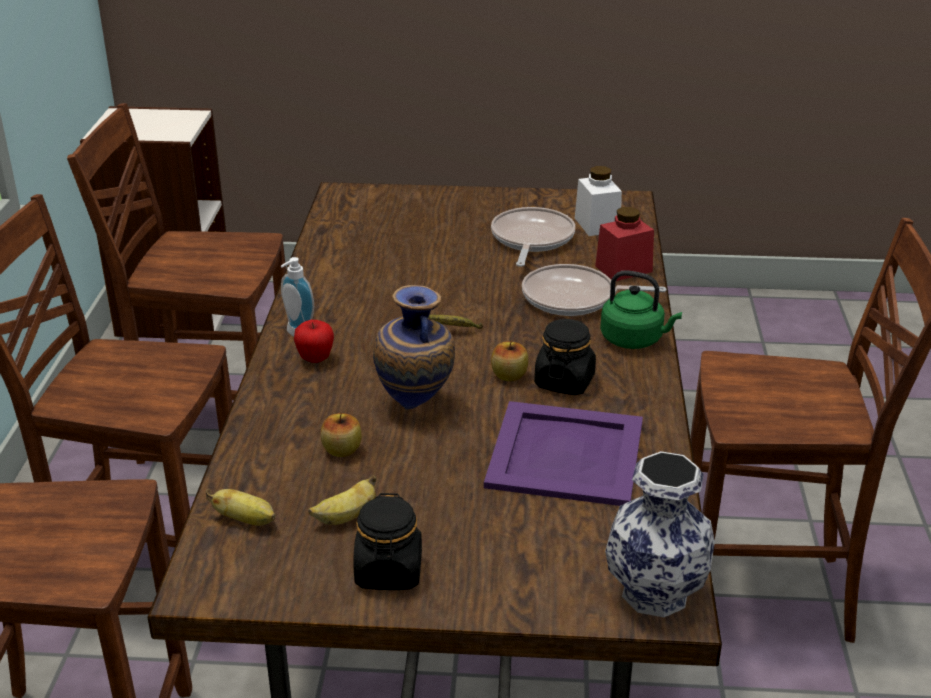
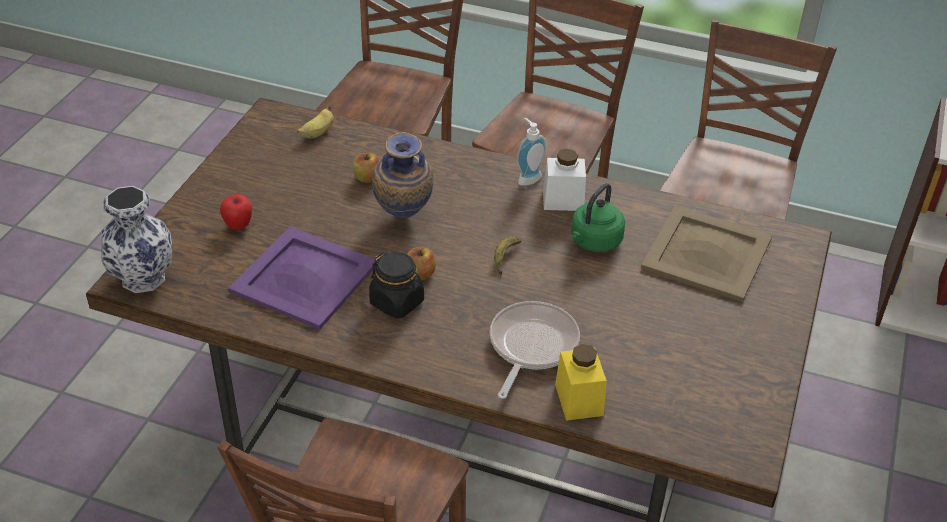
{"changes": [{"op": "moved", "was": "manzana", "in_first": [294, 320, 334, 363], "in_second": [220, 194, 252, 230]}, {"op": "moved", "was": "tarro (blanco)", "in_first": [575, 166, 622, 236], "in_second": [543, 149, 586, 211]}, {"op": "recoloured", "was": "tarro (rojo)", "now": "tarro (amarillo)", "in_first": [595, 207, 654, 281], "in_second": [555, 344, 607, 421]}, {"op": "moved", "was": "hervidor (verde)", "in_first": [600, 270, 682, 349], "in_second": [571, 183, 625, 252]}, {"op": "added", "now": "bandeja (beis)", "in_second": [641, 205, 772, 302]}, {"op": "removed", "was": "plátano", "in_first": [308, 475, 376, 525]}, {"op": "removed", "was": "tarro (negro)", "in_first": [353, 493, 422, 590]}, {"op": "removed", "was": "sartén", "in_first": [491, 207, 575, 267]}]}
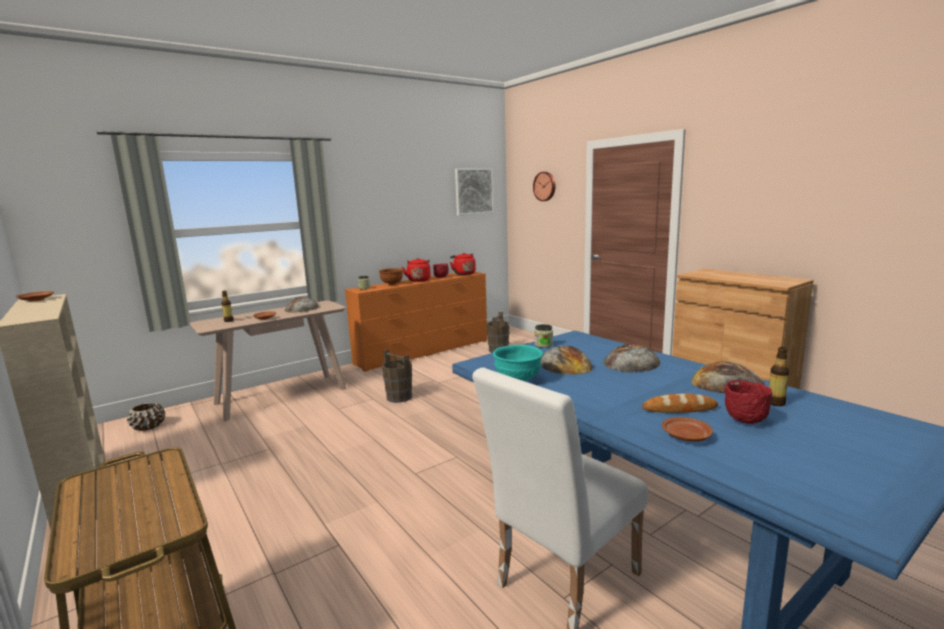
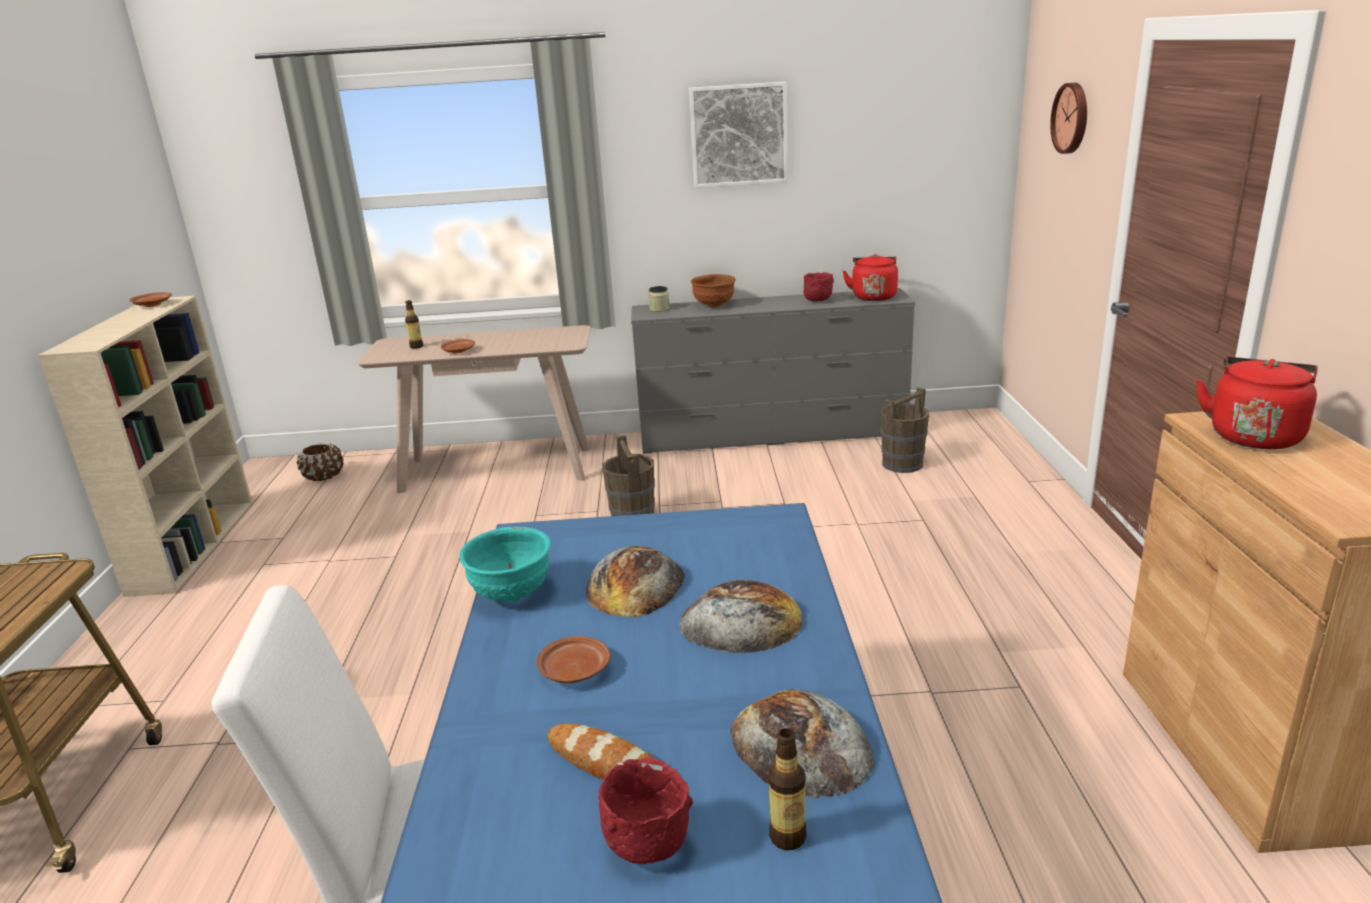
{"changes": [{"op": "moved", "was": "plato (marrón)", "in_first": [662, 417, 713, 442], "in_second": [536, 636, 610, 683]}, {"op": "recoloured", "was": "cómoda (naranja)", "now": "cómoda (gris)", "in_first": [345, 272, 487, 372], "in_second": [631, 288, 915, 454]}, {"op": "moved", "was": "cuadro", "in_first": [455, 168, 494, 215], "in_second": [689, 82, 788, 188]}, {"op": "moved", "was": "hervidor (rojo)", "in_first": [402, 258, 431, 282], "in_second": [1196, 357, 1318, 449]}, {"op": "removed", "was": "pan", "in_first": [285, 297, 319, 313]}, {"op": "removed", "was": "tarro", "in_first": [534, 324, 553, 348]}]}
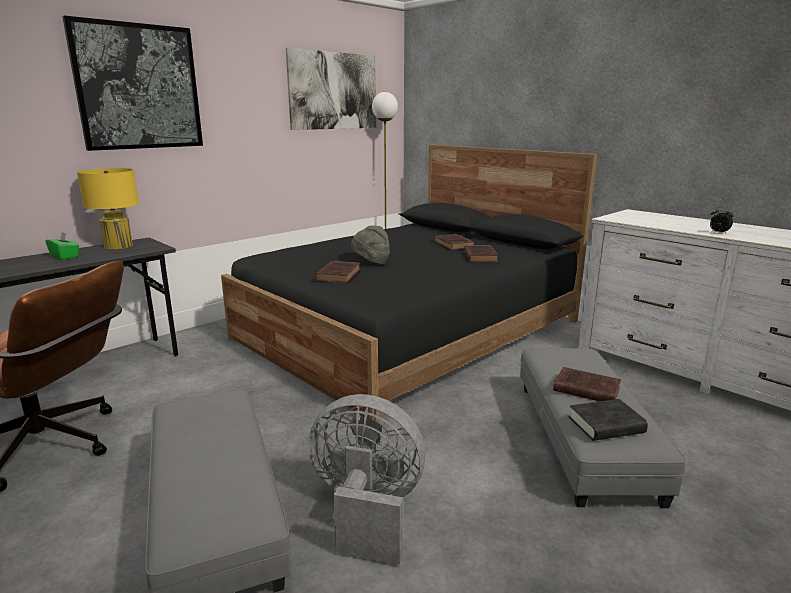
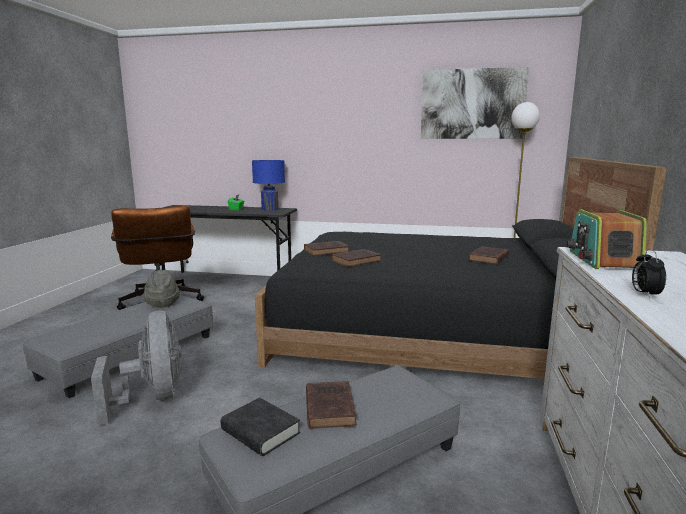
{"changes": [{"op": "moved", "was": "sombrero (gris)", "in_first": [351, 226, 390, 264], "in_second": [144, 270, 180, 308]}, {"op": "recoloured", "was": "lámpara de mesa (amarillo)", "now": "lámpara de mesa (azul)", "in_first": [77, 168, 139, 249], "in_second": [252, 160, 285, 211]}, {"op": "moved", "was": "libro (marrón)", "in_first": [464, 245, 498, 262], "in_second": [331, 249, 381, 267]}, {"op": "added", "now": "radio", "in_second": [566, 209, 647, 269]}, {"op": "removed", "was": "cuadro", "in_first": [62, 15, 203, 151]}]}
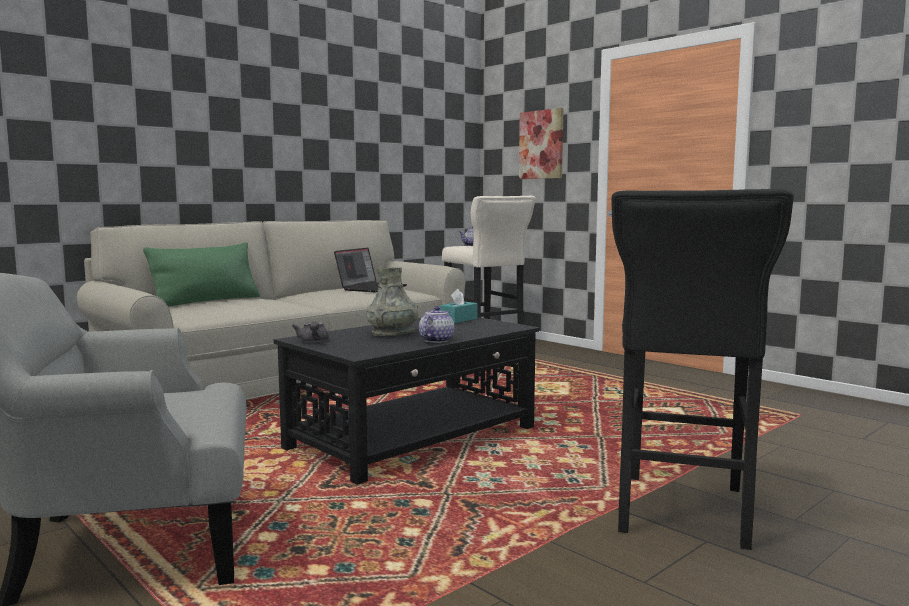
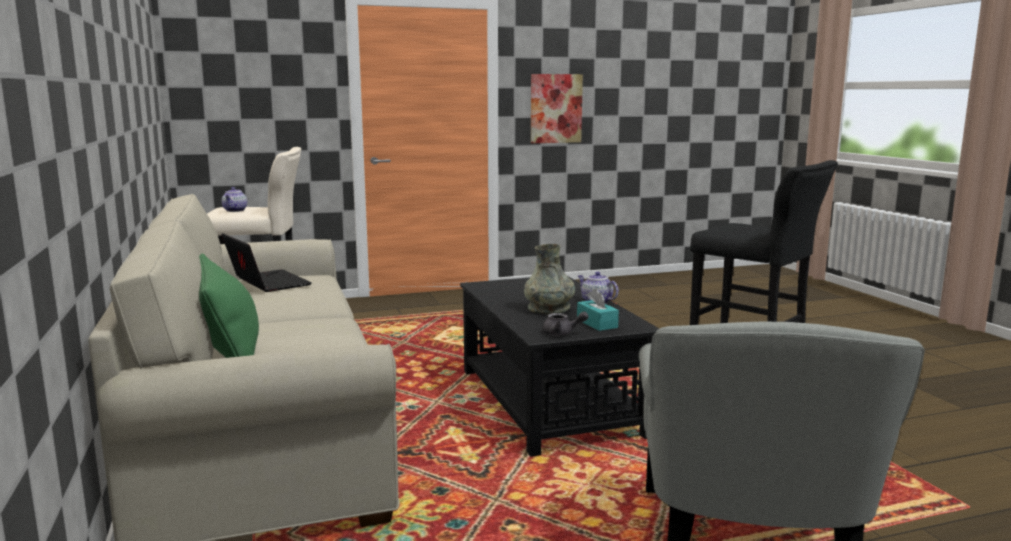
{"changes": [{"op": "moved", "was": "cuadro", "in_first": [519, 108, 564, 179], "in_second": [531, 74, 583, 143]}, {"op": "moved", "was": "caja de pañuelos (turquesa)", "in_first": [440, 289, 478, 323], "in_second": [577, 289, 619, 331]}]}
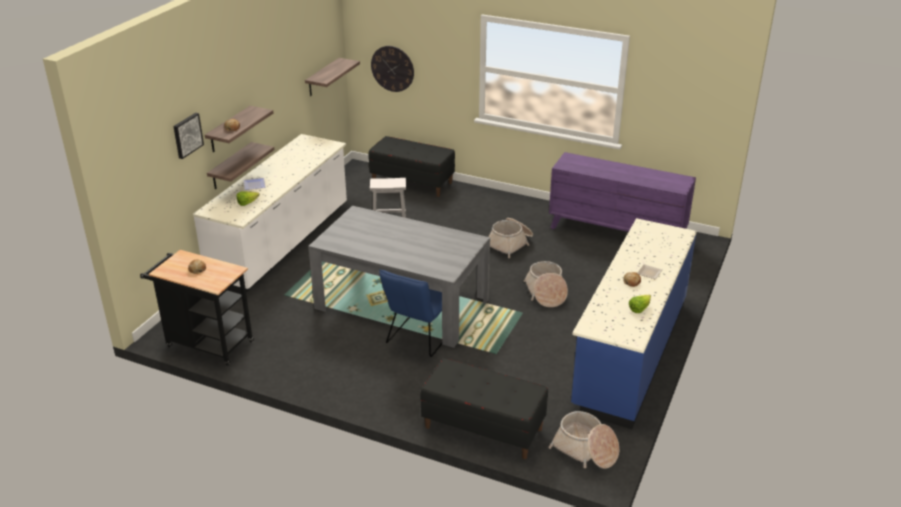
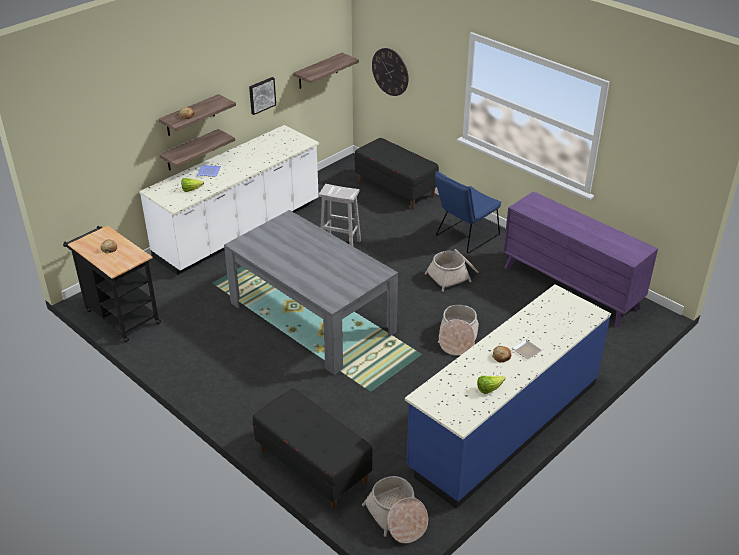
{"changes": [{"op": "moved", "was": "cuadro", "in_first": [173, 113, 204, 159], "in_second": [249, 77, 276, 115]}, {"op": "moved", "was": "silla (azul)", "in_first": [379, 269, 442, 357], "in_second": [435, 171, 502, 253]}]}
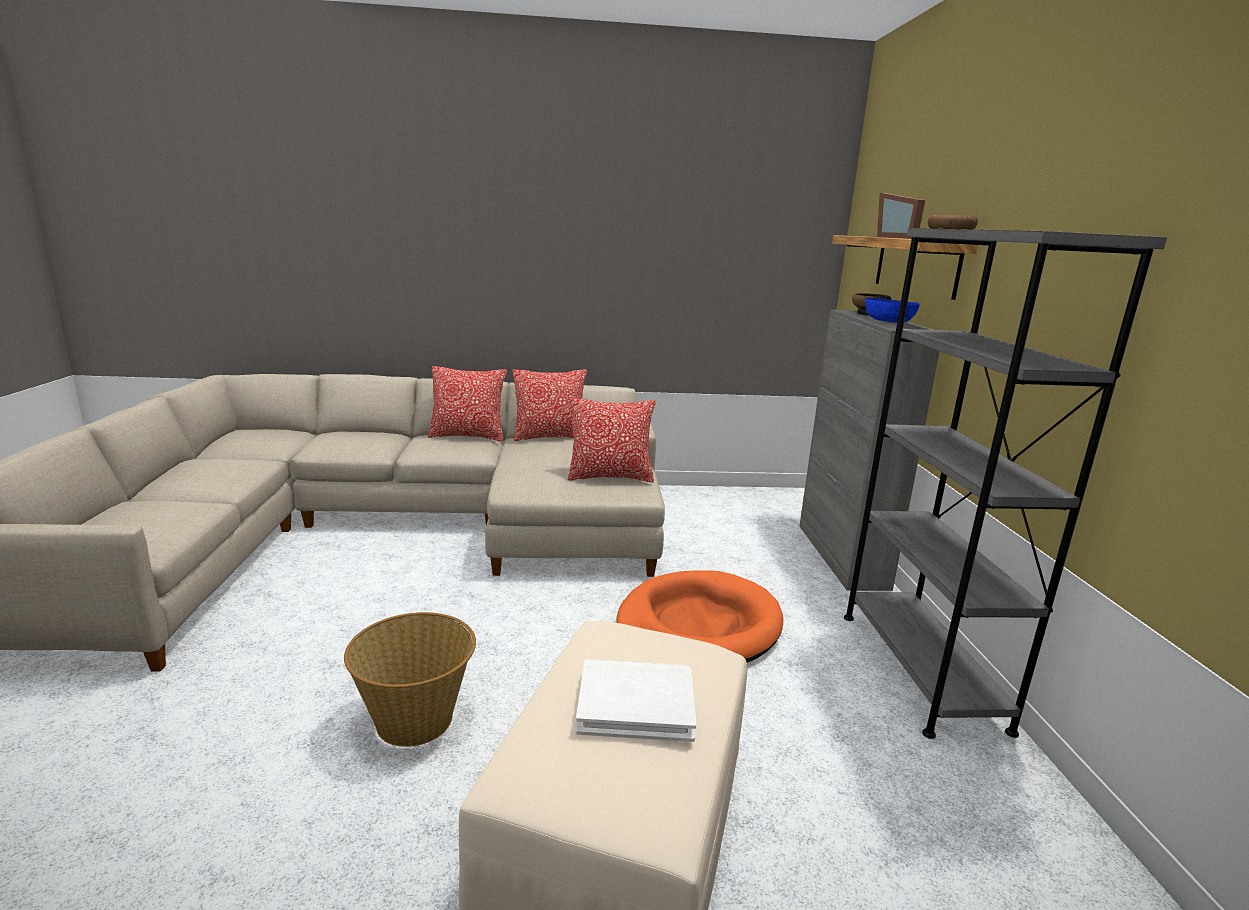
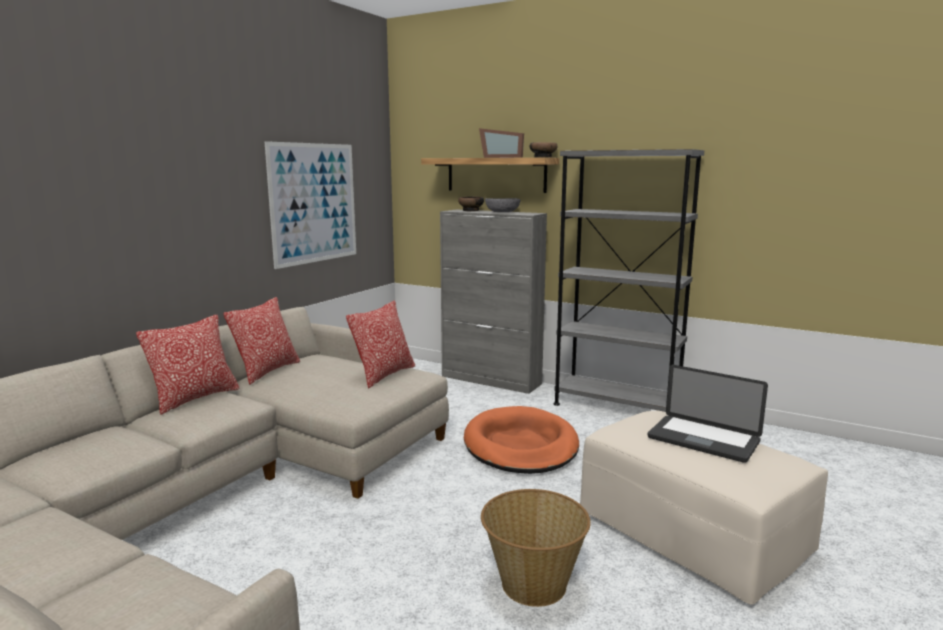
{"changes": [{"op": "added", "now": "cuadro", "in_second": [265, 141, 356, 269]}, {"op": "recoloured", "was": "cuenco (azul)", "now": "cuenco (gris)", "in_first": [865, 298, 920, 323], "in_second": [485, 198, 520, 212]}, {"op": "replaced", "was": "libro (blanco)", "now": "portátil", "in_first": [576, 659, 696, 742], "in_second": [648, 365, 768, 463]}]}
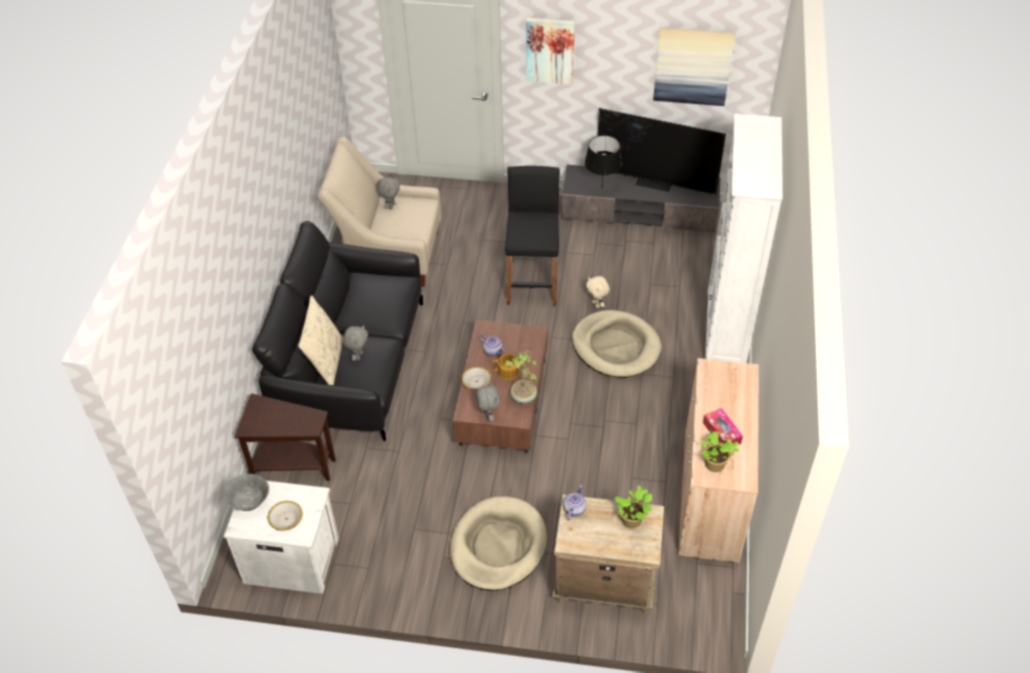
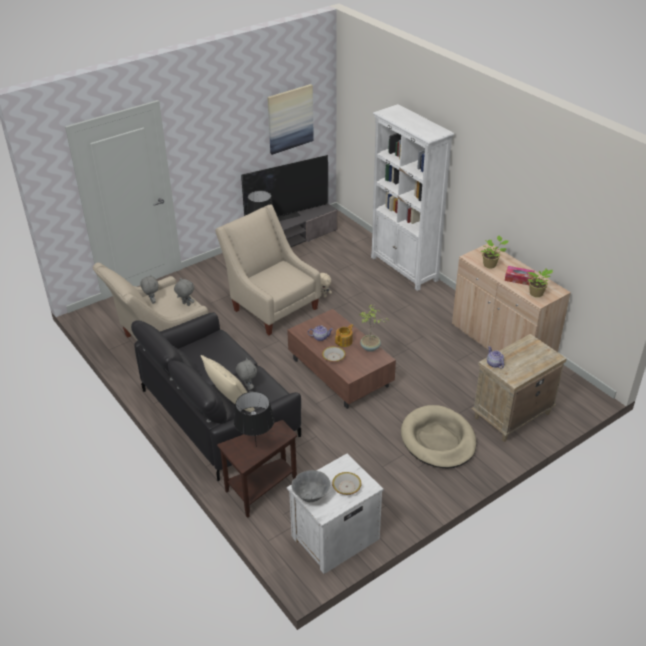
{"changes": [{"op": "moved", "was": "peluche (gris)", "in_first": [475, 382, 500, 421], "in_second": [174, 278, 194, 306]}, {"op": "replaced", "was": "taburete (negro)", "now": "sillón (beis)", "in_first": [505, 166, 560, 306], "in_second": [215, 204, 321, 335]}, {"op": "added", "now": "lámpara de mesa (negro)", "in_second": [234, 391, 275, 447]}, {"op": "moved", "was": "planta en maceta", "in_first": [614, 485, 652, 528], "in_second": [481, 236, 509, 268]}, {"op": "removed", "was": "cuadro", "in_first": [526, 18, 575, 85]}, {"op": "removed", "was": "cama para perro (beis)", "in_first": [572, 310, 662, 377]}]}
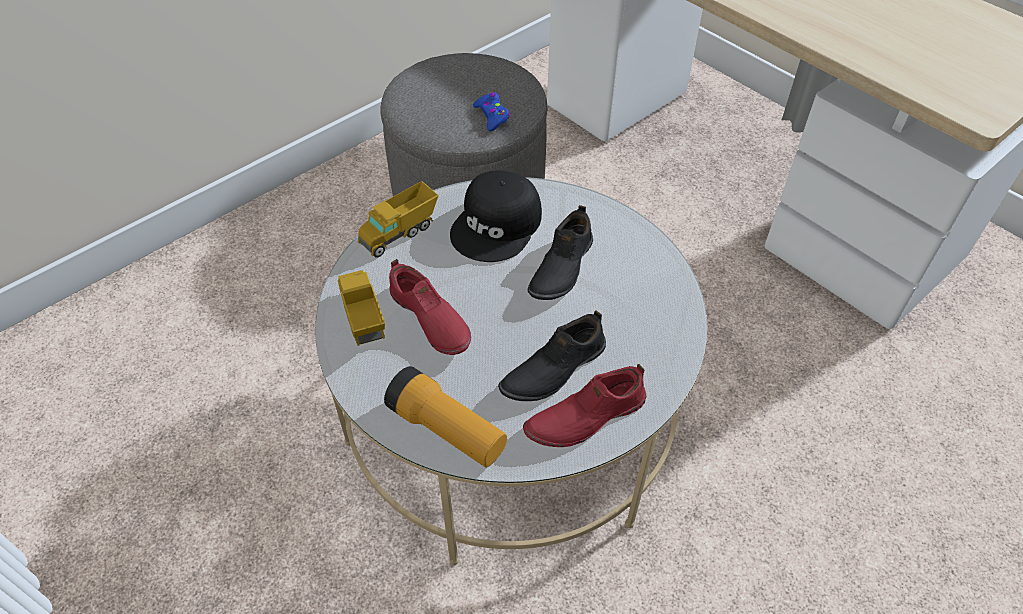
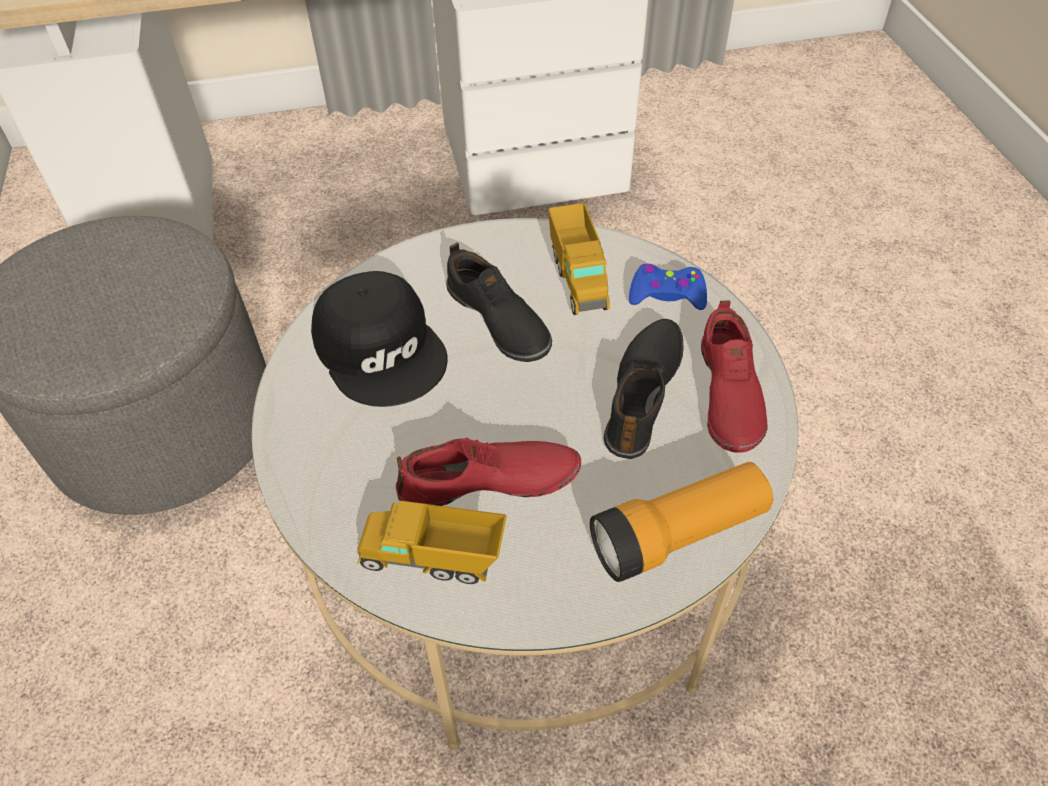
{"changes": [{"op": "moved", "was": "camión de juguete", "in_first": [358, 181, 439, 257], "in_second": [548, 203, 610, 315]}, {"op": "turned", "was": "zapato (negro)", "in_first": [498, 310, 606, 401], "in_second": [604, 319, 683, 459], "clockwise": -150}, {"op": "moved", "was": "mando de consola (azul)", "in_first": [473, 92, 510, 131], "in_second": [629, 264, 707, 310]}]}
